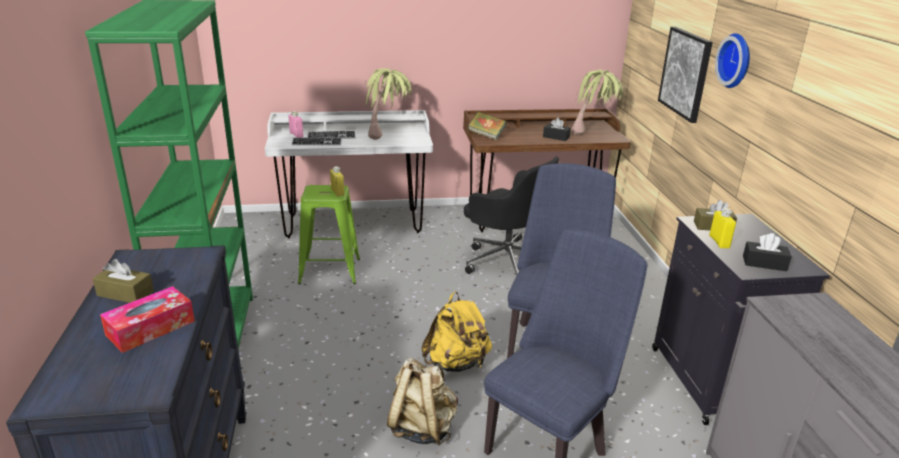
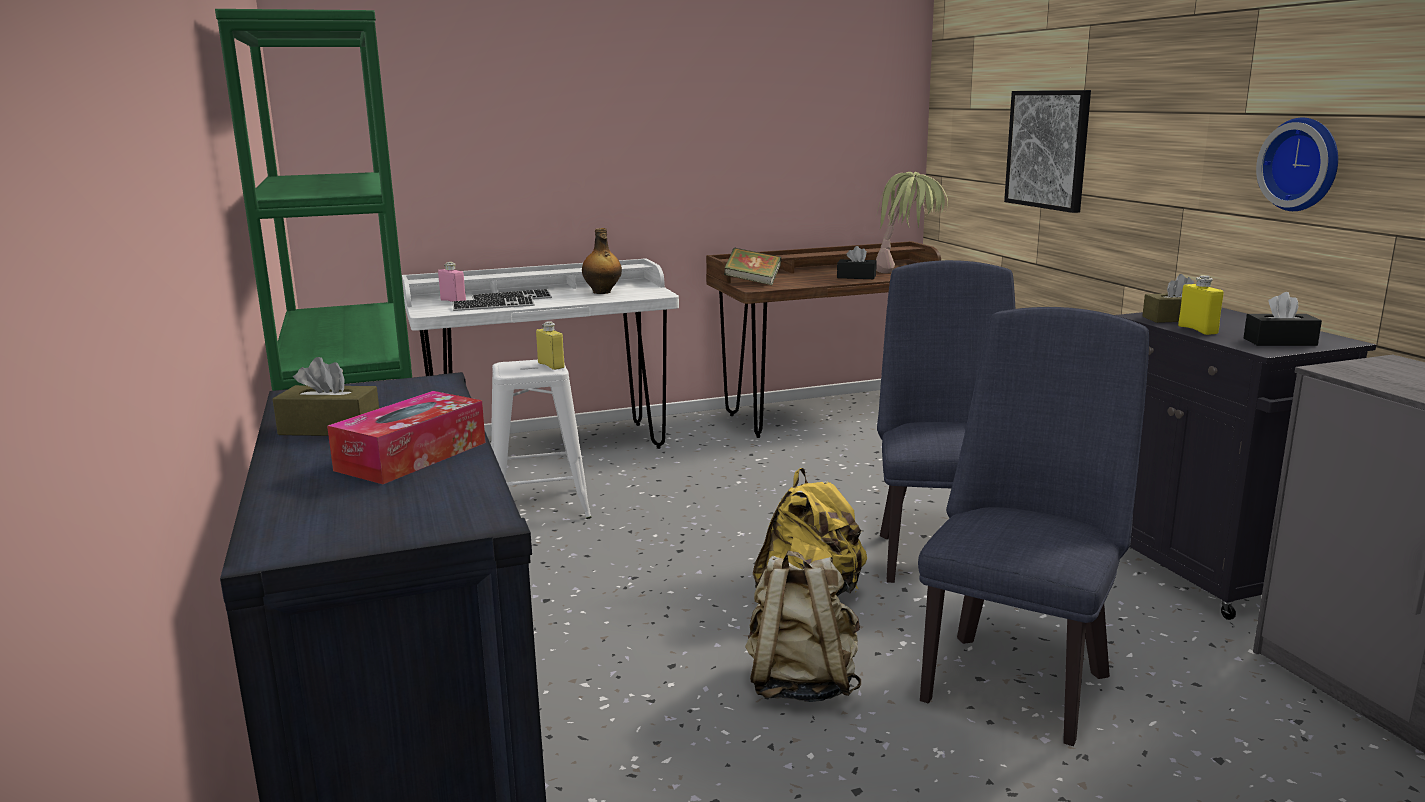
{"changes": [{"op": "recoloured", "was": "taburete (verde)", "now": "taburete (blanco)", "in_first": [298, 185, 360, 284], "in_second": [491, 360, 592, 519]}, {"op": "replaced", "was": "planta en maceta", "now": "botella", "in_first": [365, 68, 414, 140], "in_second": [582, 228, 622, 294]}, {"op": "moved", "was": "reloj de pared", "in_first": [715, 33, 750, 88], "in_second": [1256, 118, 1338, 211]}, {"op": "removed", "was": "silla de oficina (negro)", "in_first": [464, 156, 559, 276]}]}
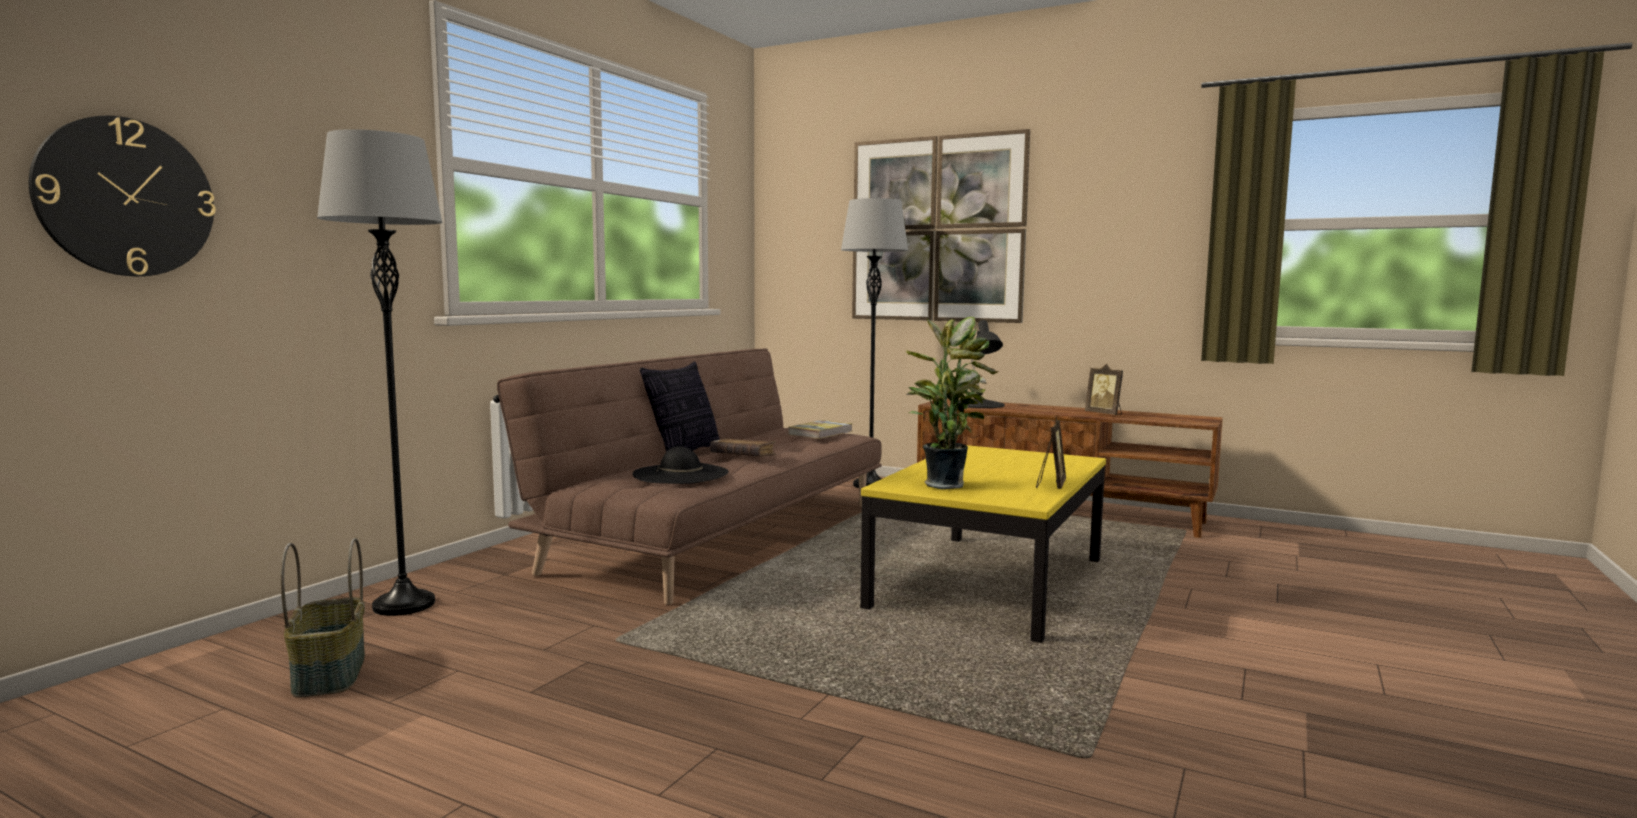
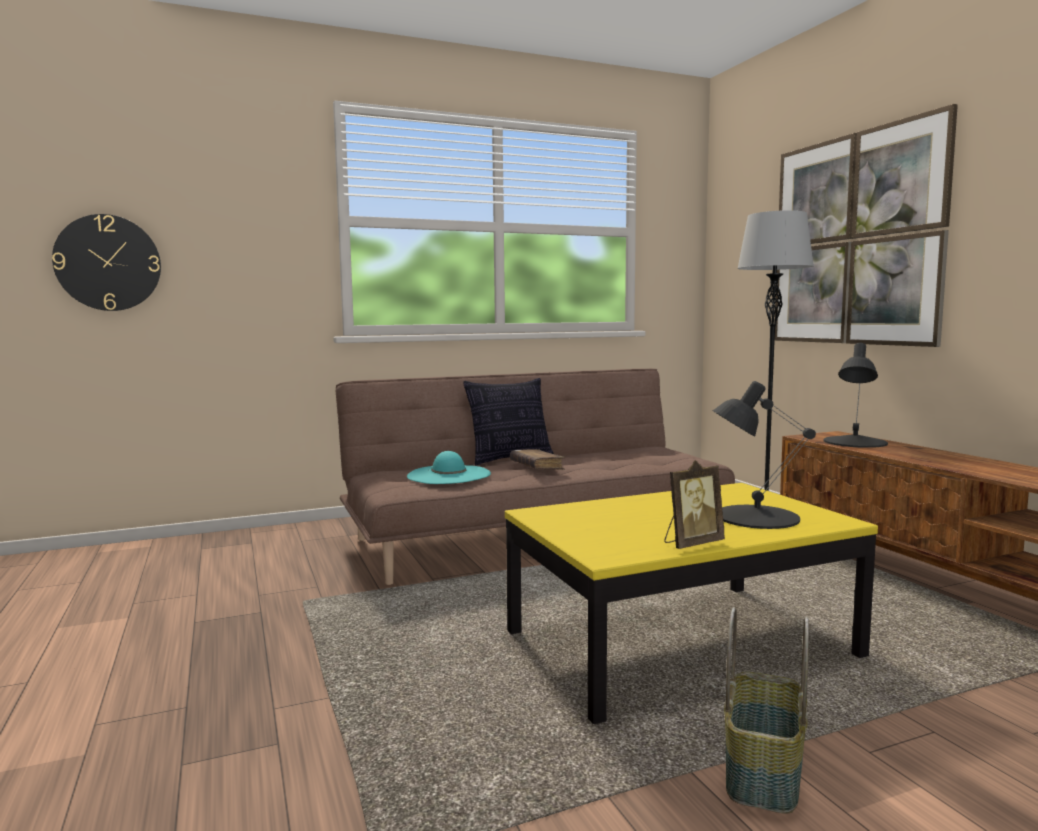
{"changes": [{"op": "recoloured", "was": "sombrero (negro)", "now": "sombrero (turquesa)", "in_first": [633, 446, 729, 484], "in_second": [407, 451, 491, 484]}, {"op": "added", "now": "lámpara de mesa (negro)", "in_second": [713, 381, 816, 529]}, {"op": "moved", "was": "cesta", "in_first": [281, 538, 365, 698], "in_second": [724, 607, 809, 813]}, {"op": "removed", "was": "lámpara de pie (gris)", "in_first": [317, 129, 443, 616]}, {"op": "removed", "was": "libro", "in_first": [788, 420, 853, 439]}, {"op": "removed", "was": "planta en maceta", "in_first": [906, 317, 999, 489]}, {"op": "removed", "was": "portarretratos", "in_first": [1085, 364, 1123, 415]}]}
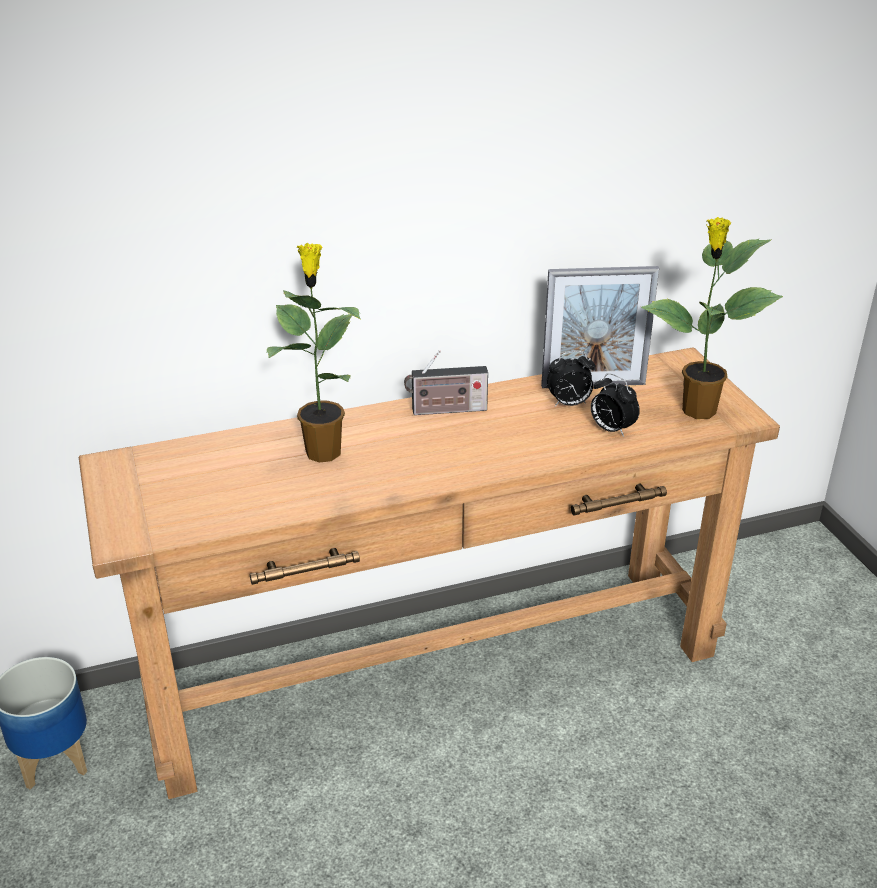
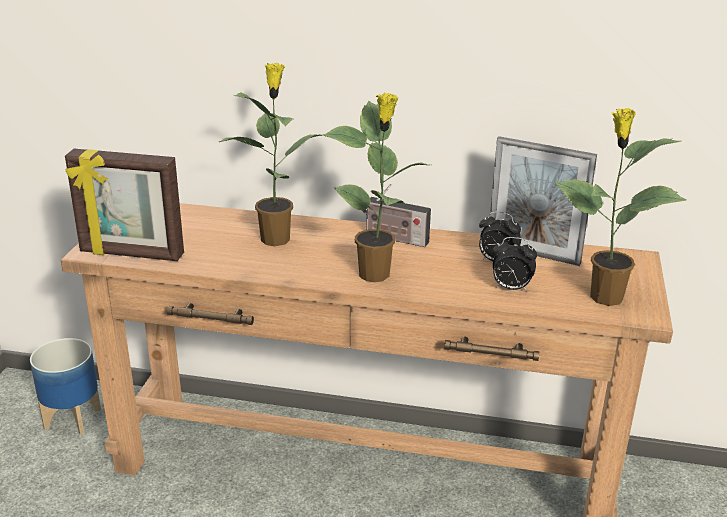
{"changes": [{"op": "added", "now": "portarretratos", "in_second": [65, 149, 184, 261]}, {"op": "added", "now": "planta en maceta", "in_second": [323, 93, 428, 282]}, {"op": "turned", "was": "despertador", "in_first": [591, 373, 640, 437], "in_second": [492, 237, 537, 292], "clockwise": -60}]}
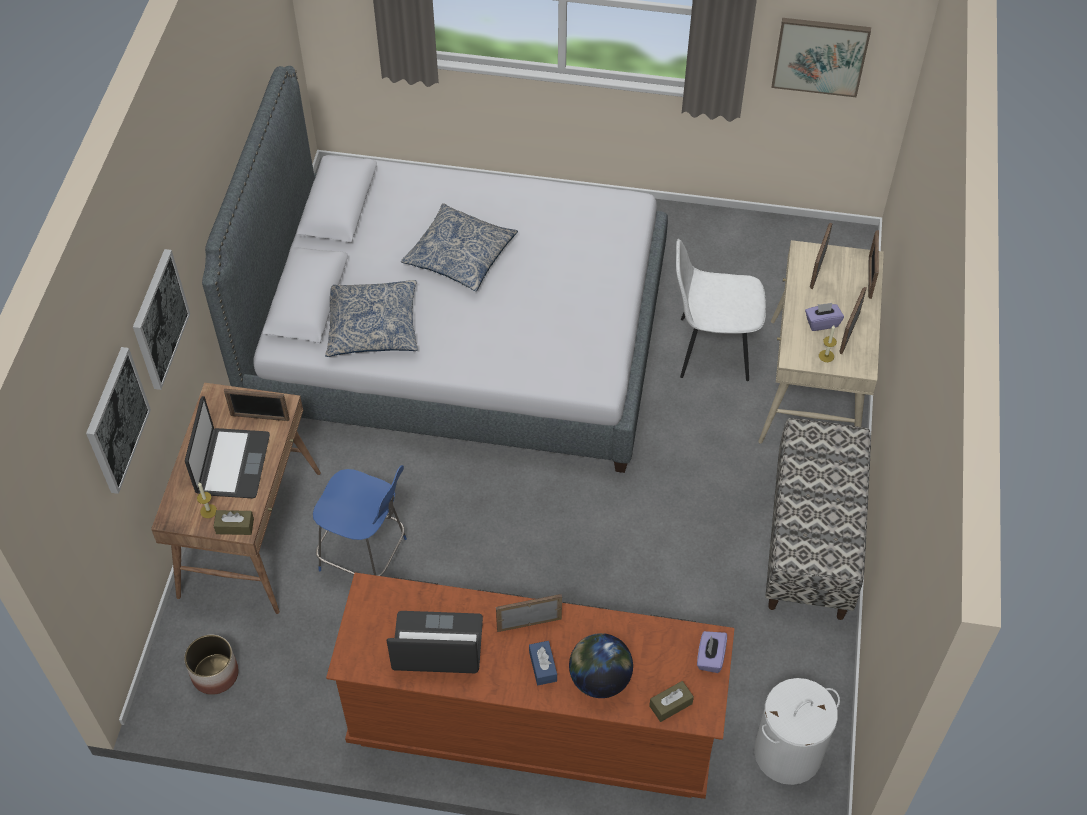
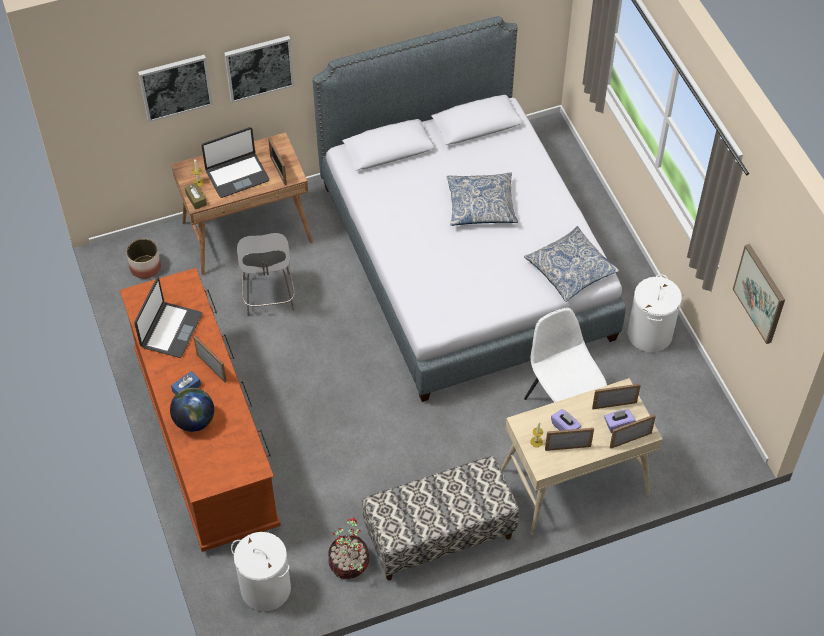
{"changes": [{"op": "turned", "was": "portátil", "in_first": [386, 611, 483, 673], "in_second": [134, 278, 202, 358], "clockwise": 45}, {"op": "recoloured", "was": "silla (azul)", "now": "silla (gris)", "in_first": [313, 465, 407, 576], "in_second": [237, 233, 295, 316]}, {"op": "added", "now": "planta en maceta", "in_second": [328, 518, 369, 579]}, {"op": "moved", "was": "cojín", "in_first": [325, 280, 418, 357], "in_second": [524, 226, 619, 302]}, {"op": "moved", "was": "caja de pañuelos (morado)", "in_first": [697, 631, 727, 673], "in_second": [604, 409, 636, 433]}, {"op": "added", "now": "cesto de la ropa (blanco)", "in_second": [628, 274, 682, 352]}, {"op": "removed", "was": "caja de pañuelos (marrón)", "in_first": [649, 681, 694, 722]}]}
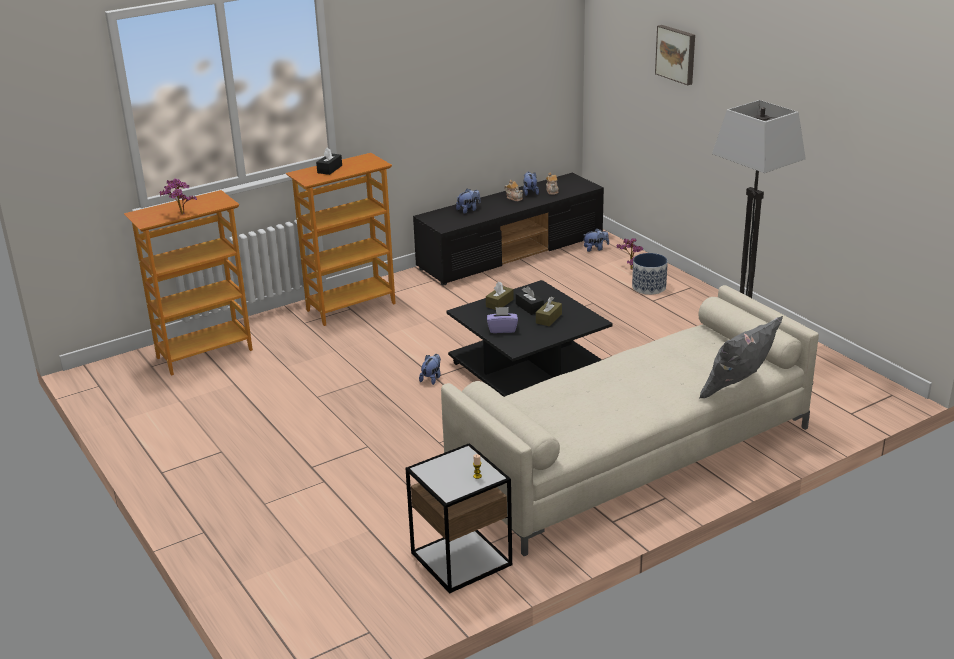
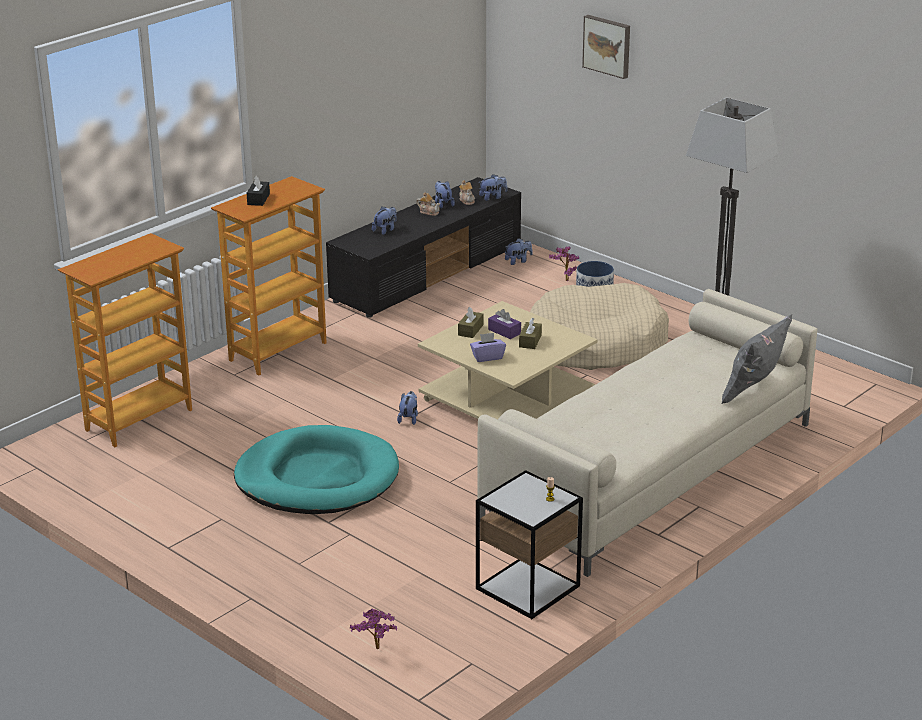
{"changes": [{"op": "added", "now": "cama para perro (turquesa)", "in_second": [234, 425, 399, 514]}, {"op": "moved", "was": "planta en maceta", "in_first": [160, 179, 197, 214], "in_second": [350, 609, 397, 649]}, {"op": "recoloured", "was": "mesa de centro (negro)", "now": "mesa de centro (beis)", "in_first": [446, 280, 613, 397], "in_second": [418, 301, 597, 420]}, {"op": "added", "now": "peluche", "in_second": [479, 174, 507, 201]}, {"op": "recoloured", "was": "caja de pañuelos (negro)", "now": "caja de pañuelos (morado)", "in_first": [516, 286, 544, 315], "in_second": [488, 309, 521, 339]}, {"op": "added", "now": "cama para perro (beis)", "in_second": [530, 283, 669, 370]}]}
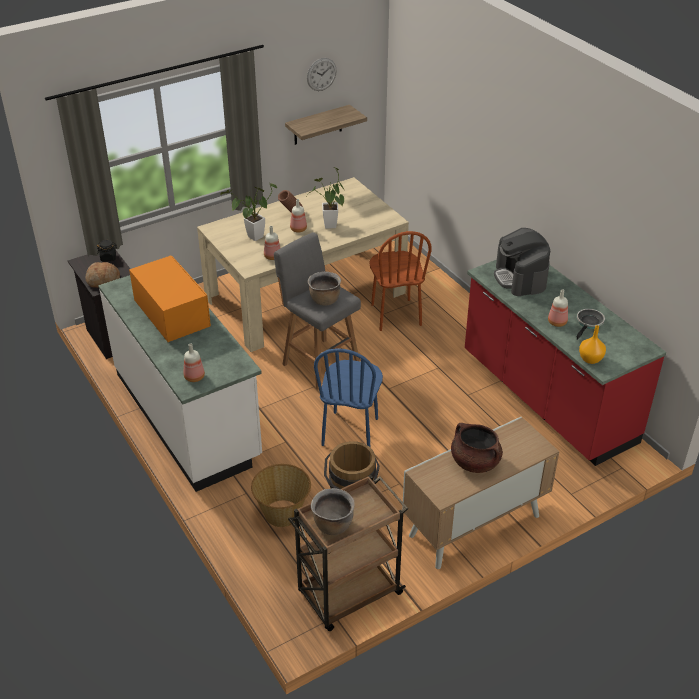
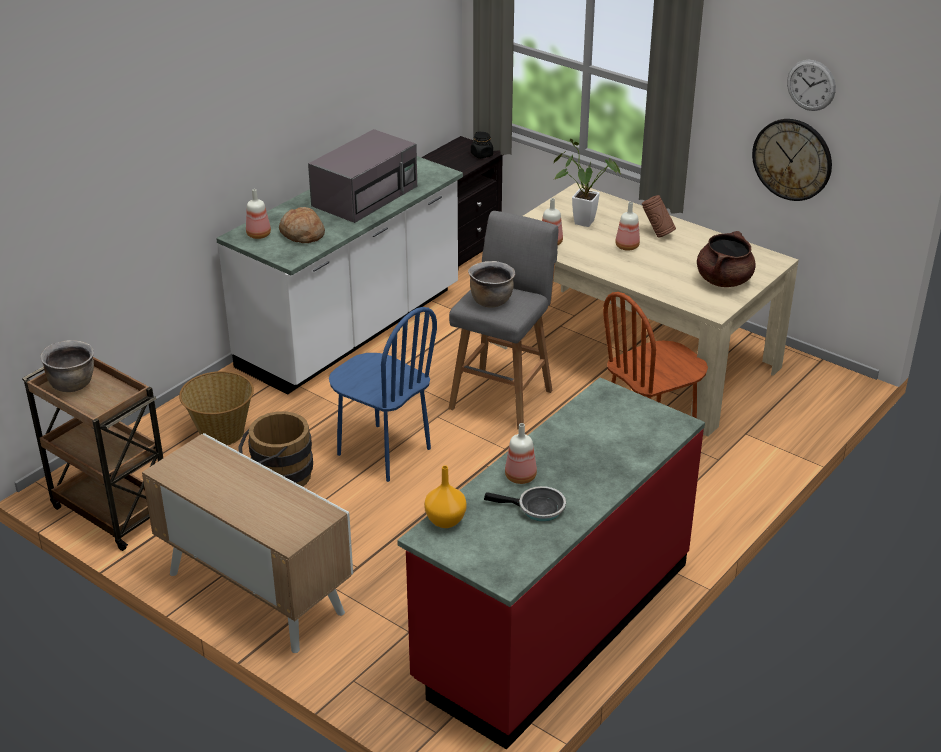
{"changes": [{"op": "moved", "was": "pan", "in_first": [86, 262, 120, 288], "in_second": [279, 207, 325, 243]}, {"op": "recoloured", "was": "microondas (naranja)", "now": "microondas (gris)", "in_first": [129, 256, 211, 342], "in_second": [308, 129, 417, 223]}, {"op": "turned", "was": "silla (azul)", "in_first": [314, 348, 383, 447], "in_second": [329, 307, 437, 482], "clockwise": -135}, {"op": "moved", "was": "olla (marrón)", "in_first": [451, 423, 503, 473], "in_second": [697, 231, 755, 287]}, {"op": "replaced", "was": "estante", "now": "reloj de pared", "in_first": [285, 105, 367, 145], "in_second": [752, 119, 832, 201]}, {"op": "removed", "was": "planta en maceta", "in_first": [306, 167, 344, 229]}, {"op": "removed", "was": "cafetera", "in_first": [494, 228, 550, 296]}]}
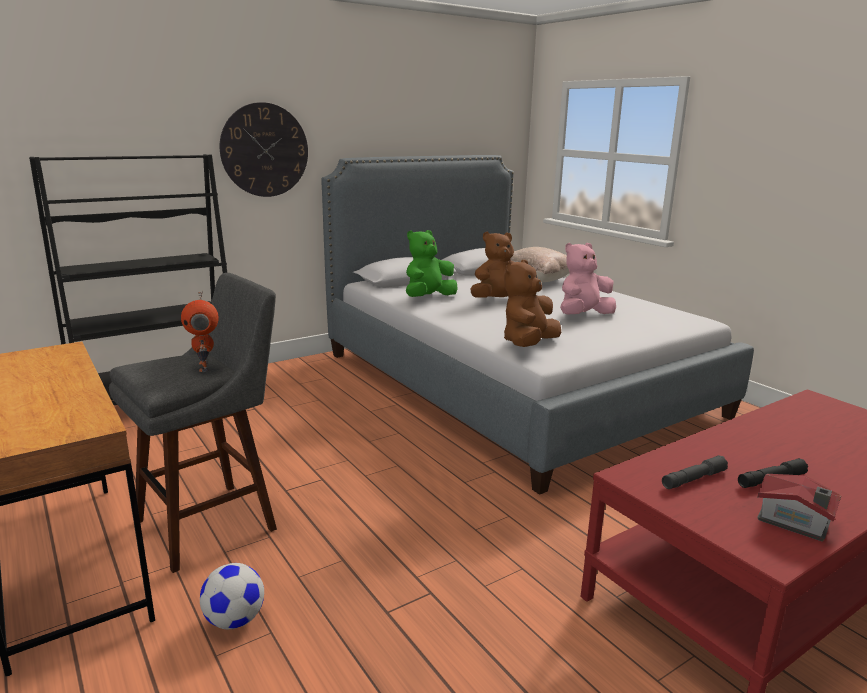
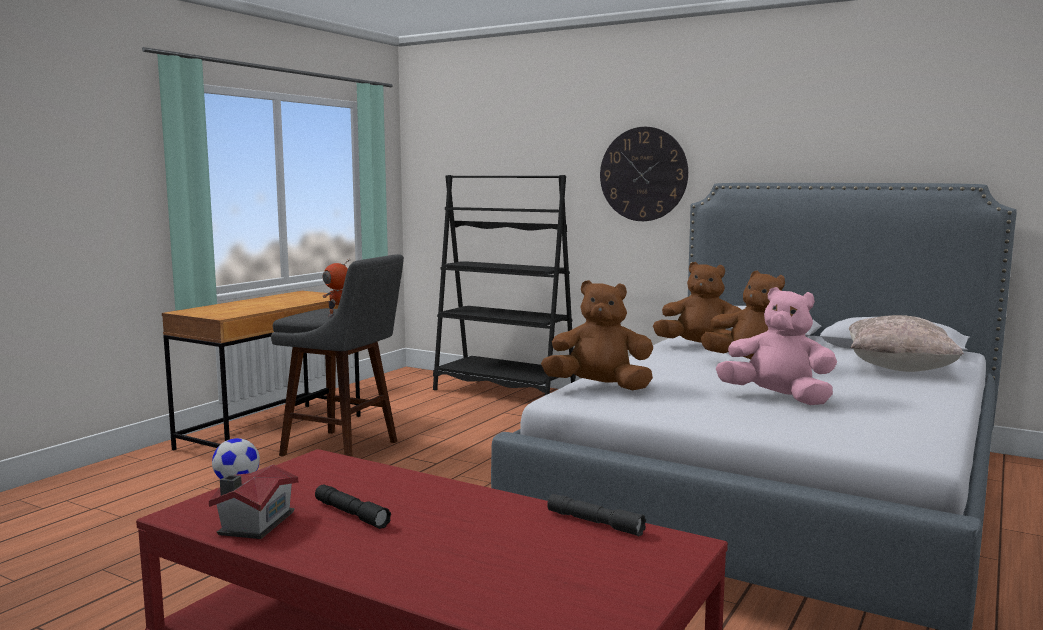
{"changes": [{"op": "moved", "was": "linterna (gris)", "in_first": [662, 455, 728, 489], "in_second": [547, 494, 646, 536]}, {"op": "recoloured", "was": "peluche (verde)", "now": "peluche (marrón)", "in_first": [406, 230, 458, 297], "in_second": [653, 262, 741, 343]}]}
